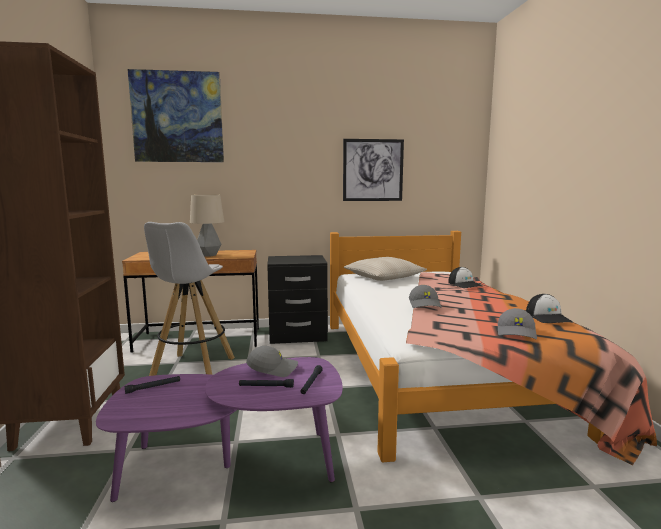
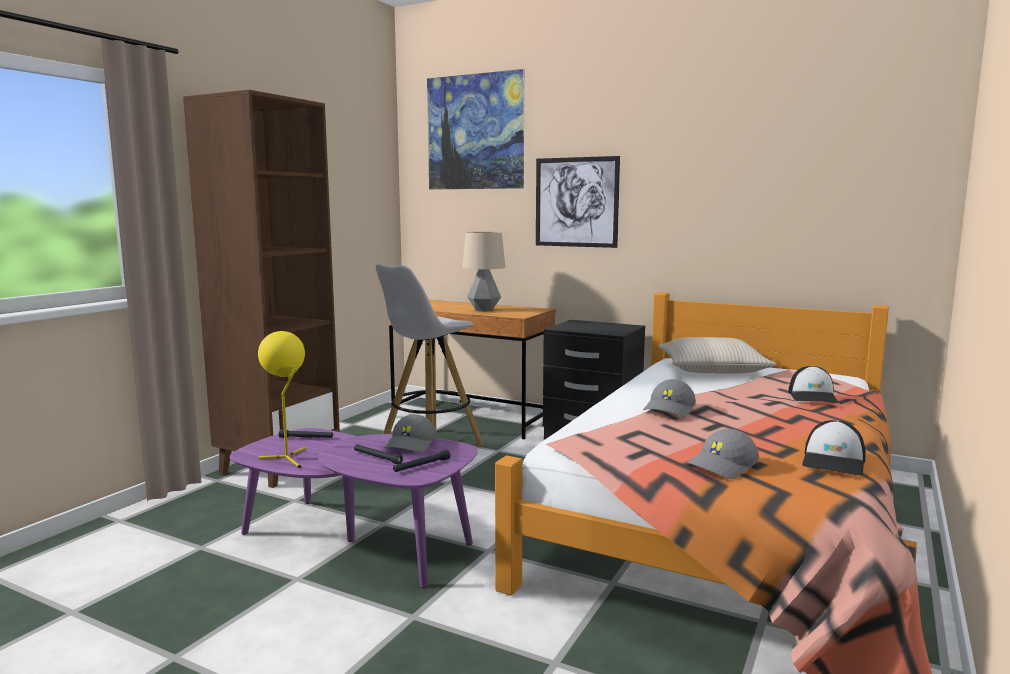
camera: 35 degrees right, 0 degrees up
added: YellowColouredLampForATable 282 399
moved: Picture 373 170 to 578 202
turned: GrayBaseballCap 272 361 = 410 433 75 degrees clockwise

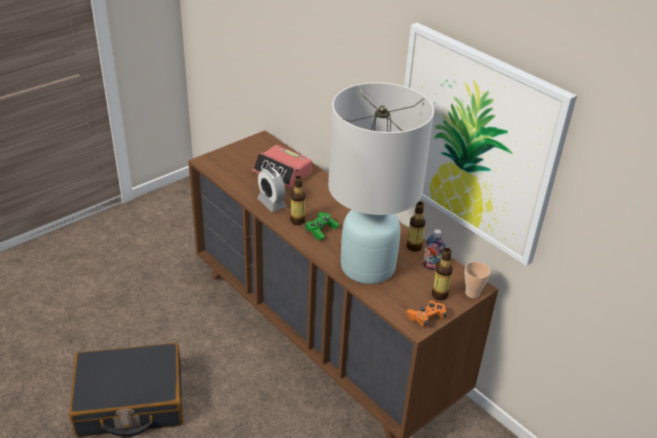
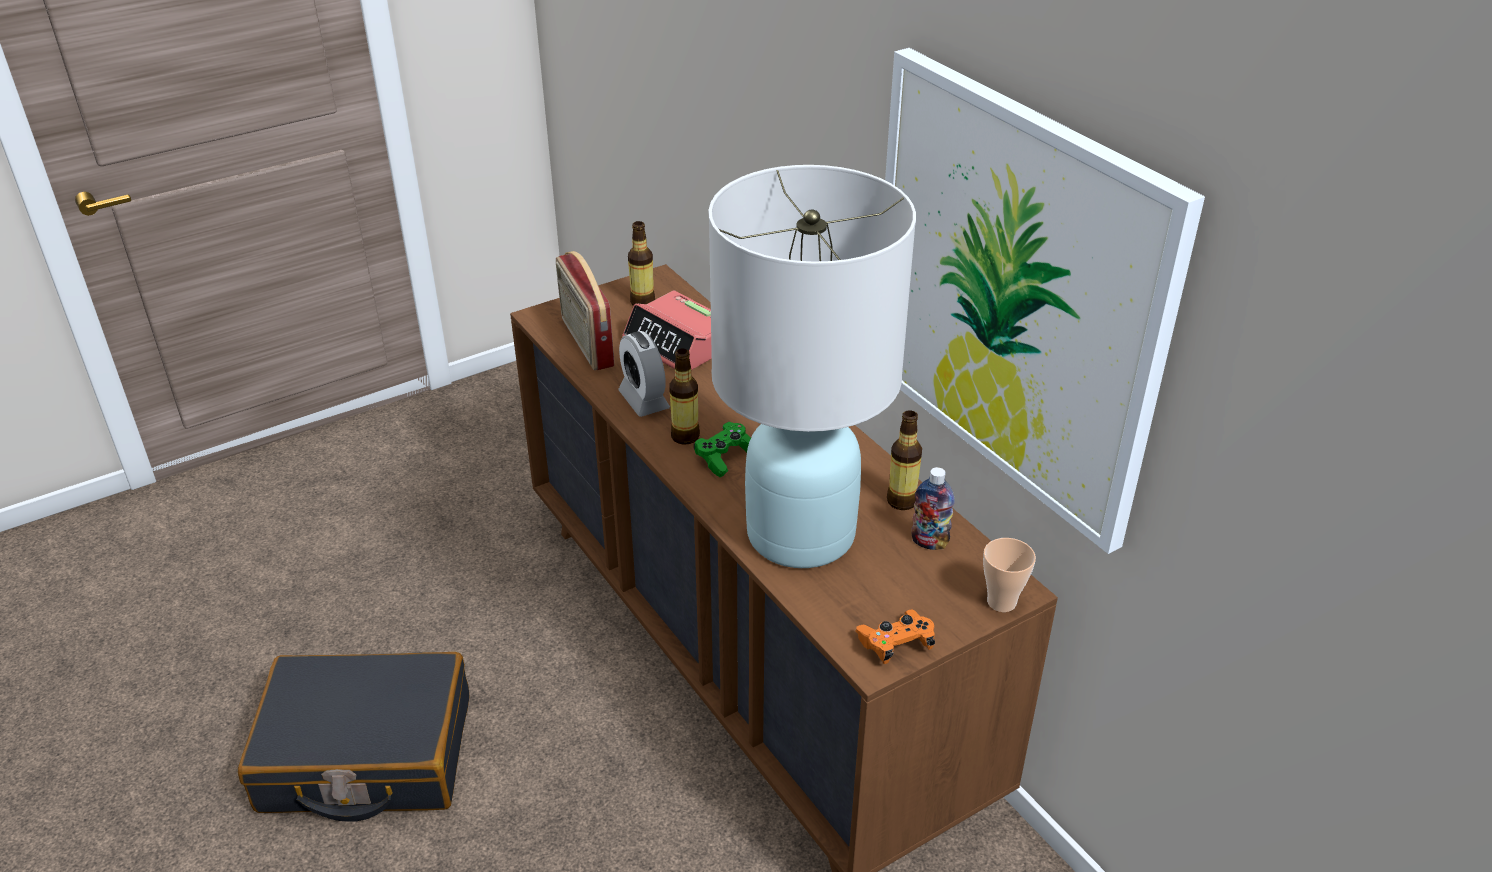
camera: 10 degrees right, 0 degrees up
added: RadioReceiver 585 310
moved: DrinkBottle 442 274 to 641 263

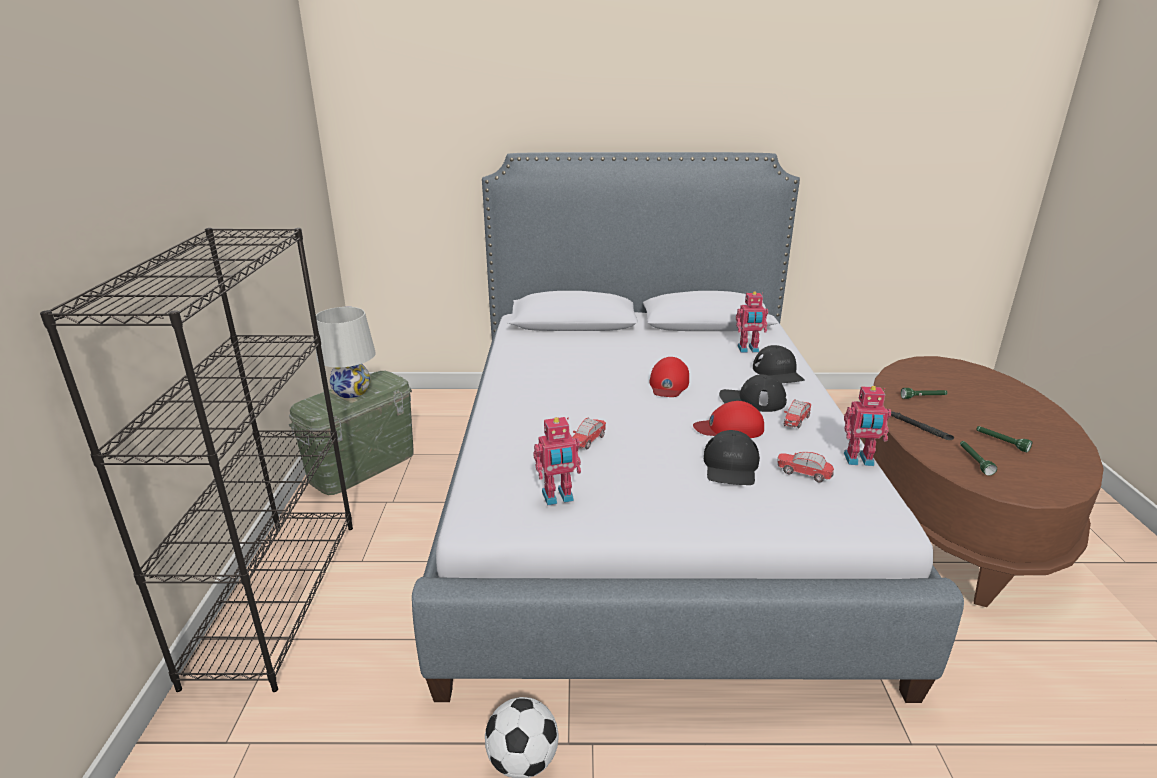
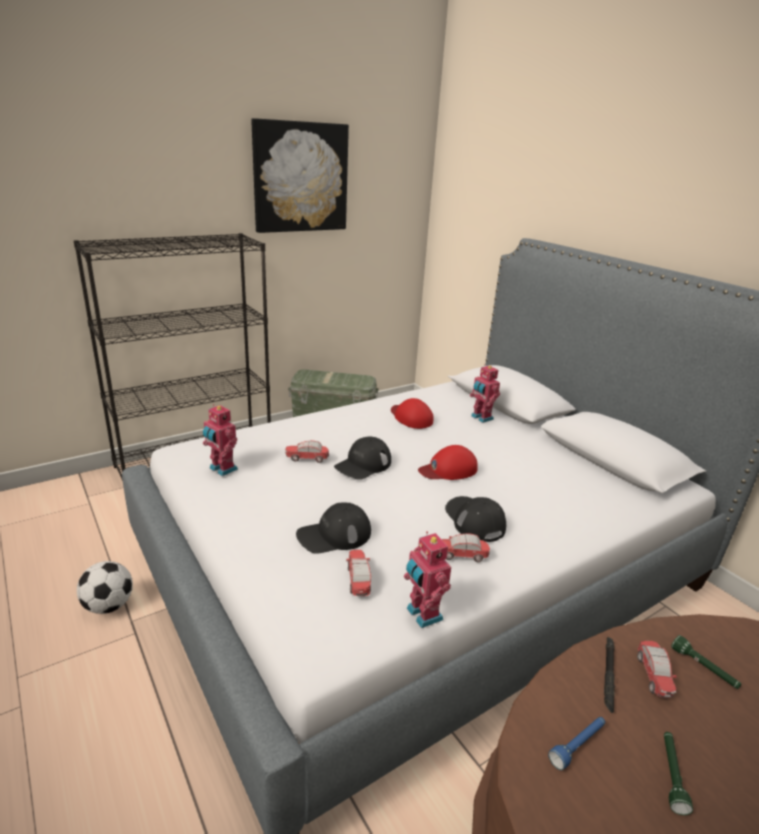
camera: 55 degrees right, 0 degrees up
removed: WhiteColouredLampForATable 346 352
added: Picture 300 175; ModelCar 657 669
moved: BlackishBaseballCap 779 364 to 362 458; RedBaseballCap 728 419 to 412 413; ModelRobot 752 322 to 485 393
recoloured: GreenTorch 978 458 to BlueTorch 576 743

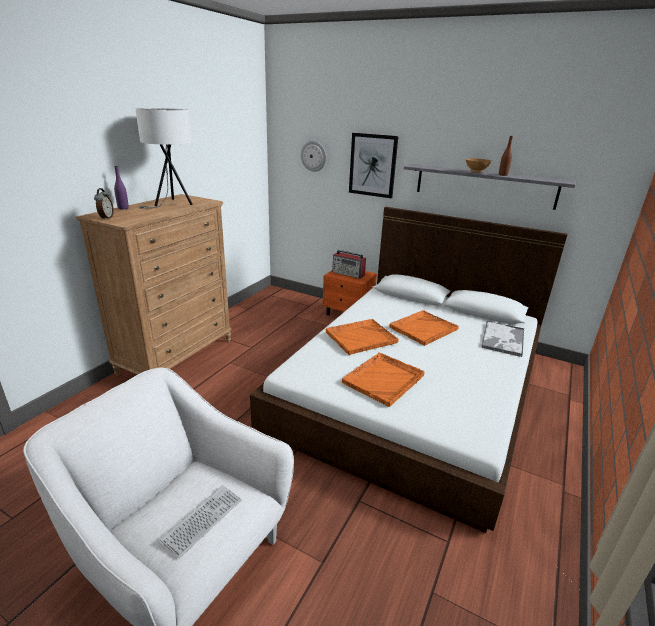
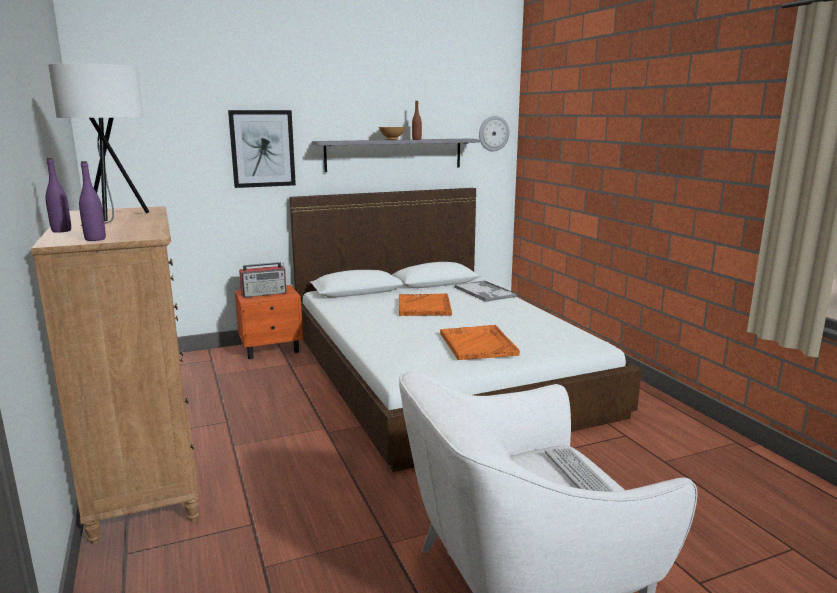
camera: 50 degrees left, 10 degrees down
removed: OrangeTray 362 337
moved: ClockOnTheWall 313 156 to 494 133
replaced: AlarmClock 104 204 to PurpleDrinkBottle 92 201

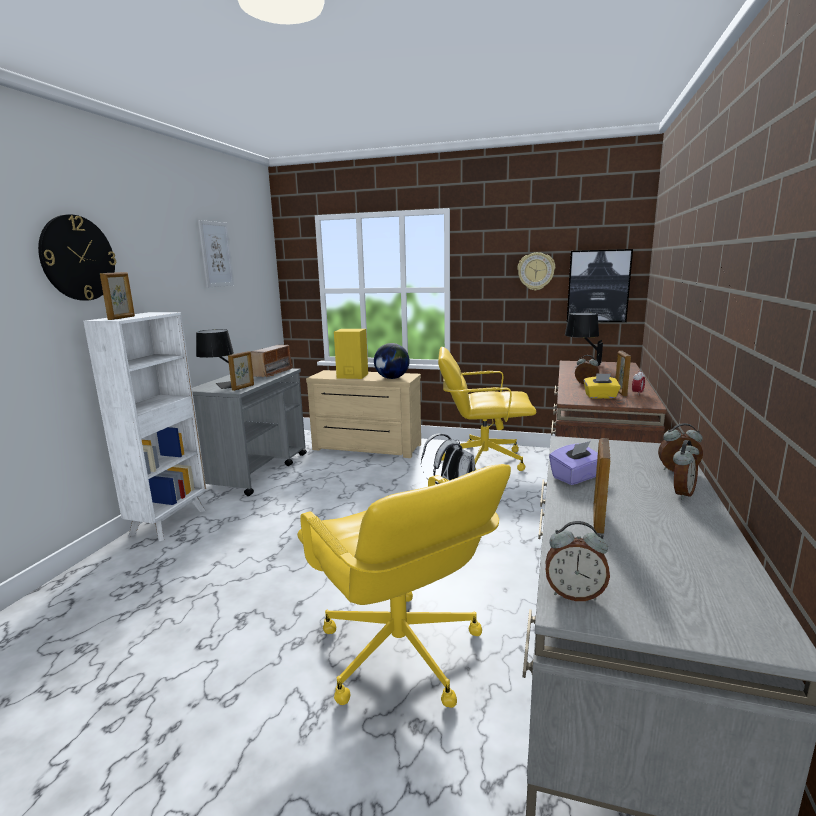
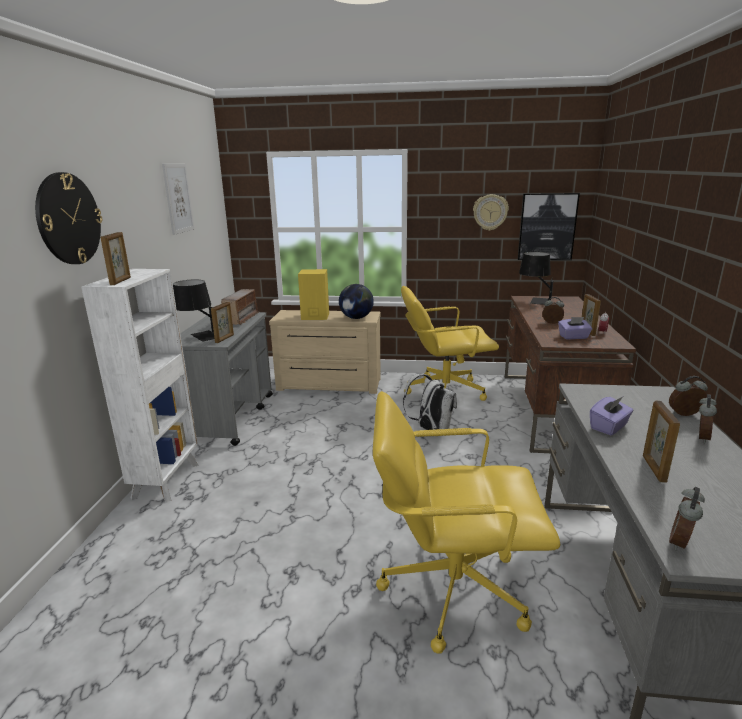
camera: 10 degrees left, 5 degrees up
recoloured: YellowColouredTissueHolder 602 386 to PurpleTissueHolder 575 328
turned: YellowColouredComputerChair 404 586 = 466 522 135 degrees clockwise; AlarmClock 577 561 = 687 518 120 degrees clockwise

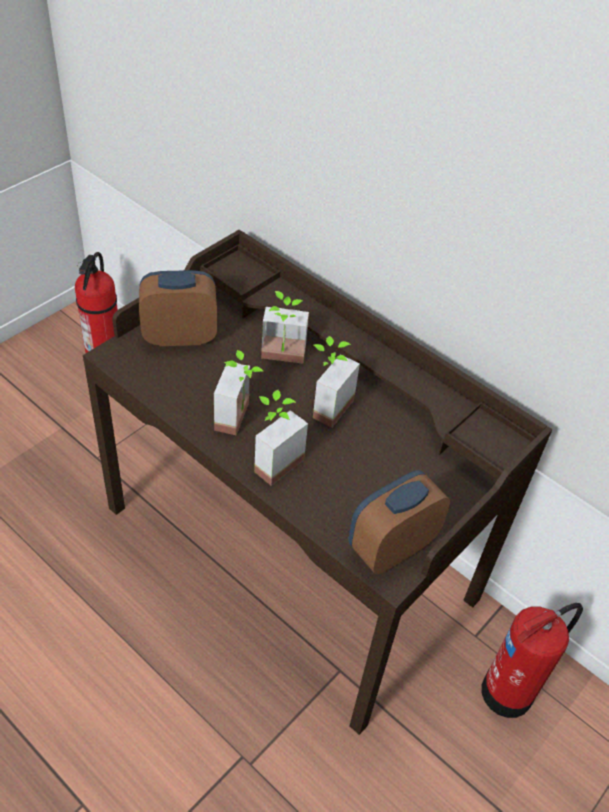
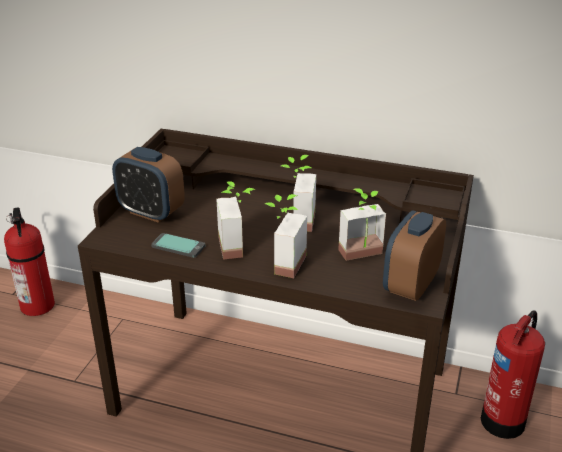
camera: 20 degrees left, 15 degrees down
added: Phone 178 245
moved: Houseplant 285 327 to 362 224
turned: AlarmClock 178 308 = 148 185 120 degrees counterclockwise

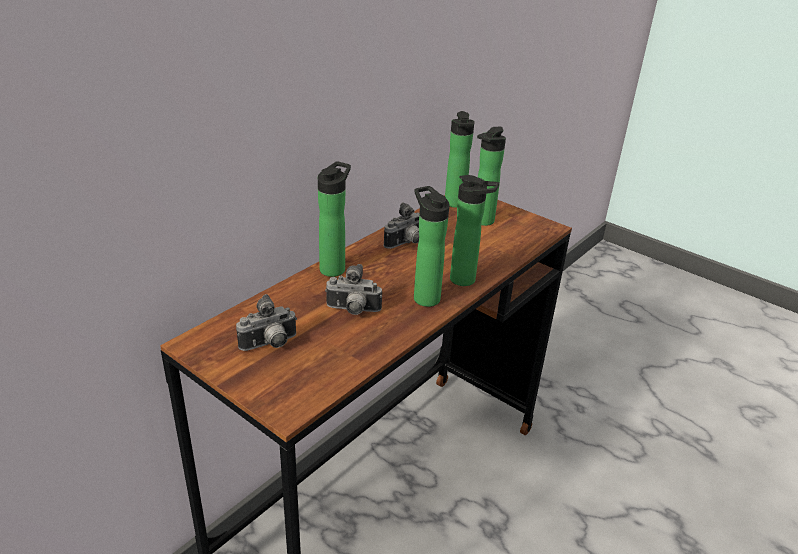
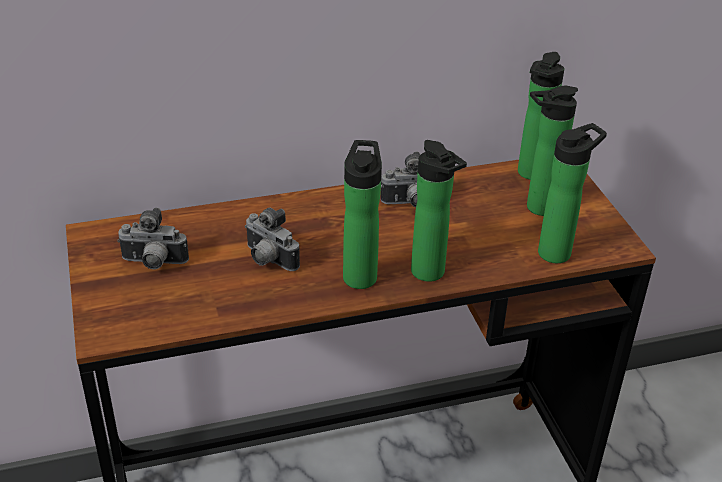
camera: 35 degrees right, 5 degrees up
moved: DrinkBottle 334 219 to 572 193

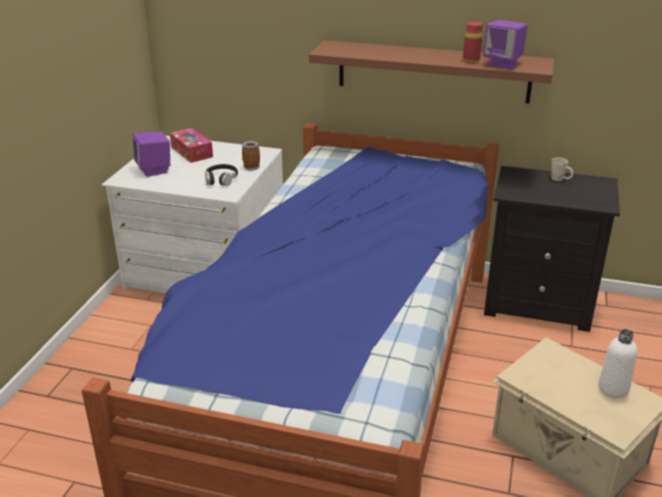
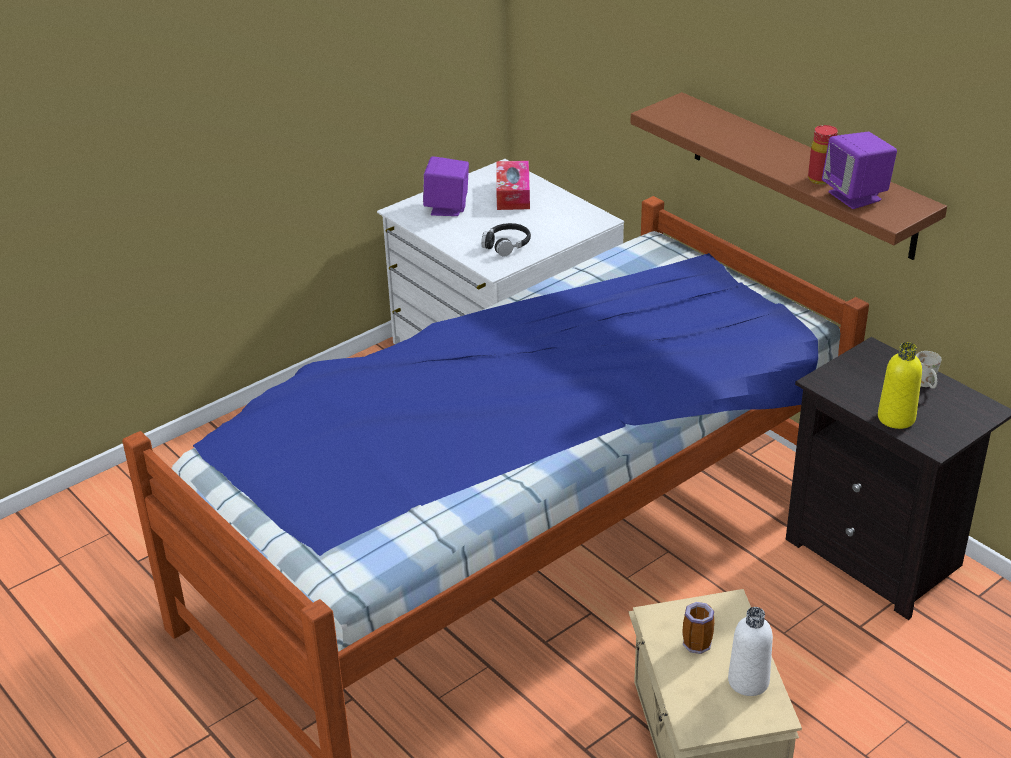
camera: 35 degrees right, 5 degrees up
added: YellowColouredDrinkBottle 900 385
moved: CoffeeMug 251 156 to 698 628

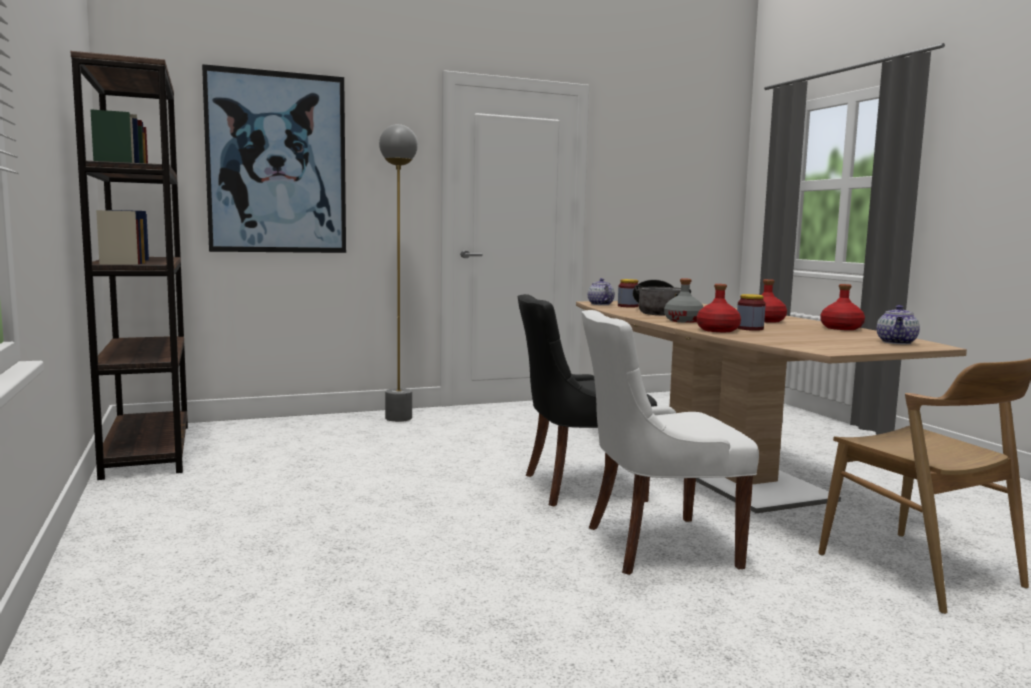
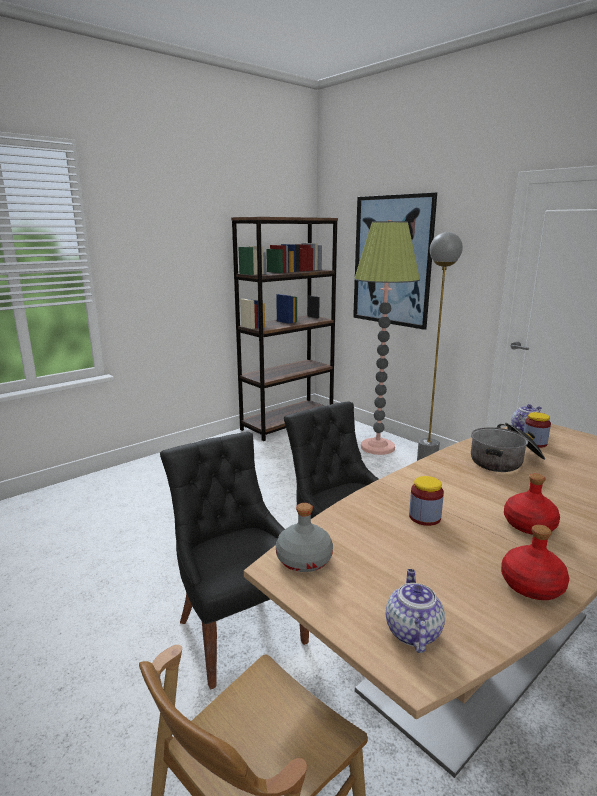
camera: 70 degrees right, 10 degrees up
removed: RedDrinkBottle 718 308
added: StandardLamp 387 337
moved: GrayDrinkBottle 683 300 to 304 537
recoloured: WhiteColouredUprightChair 670 442 to BlackishUprightChair 234 561
turned: Teapot 898 324 = 415 611 90 degrees clockwise

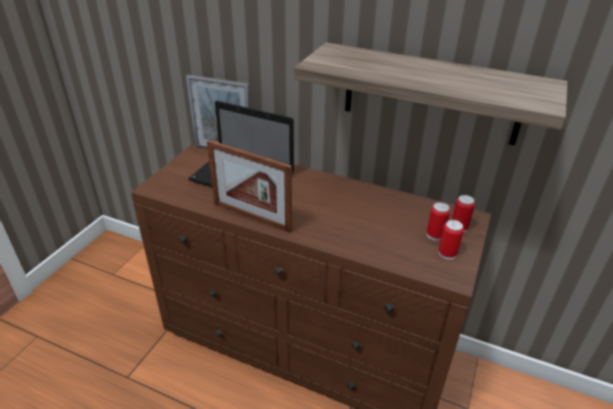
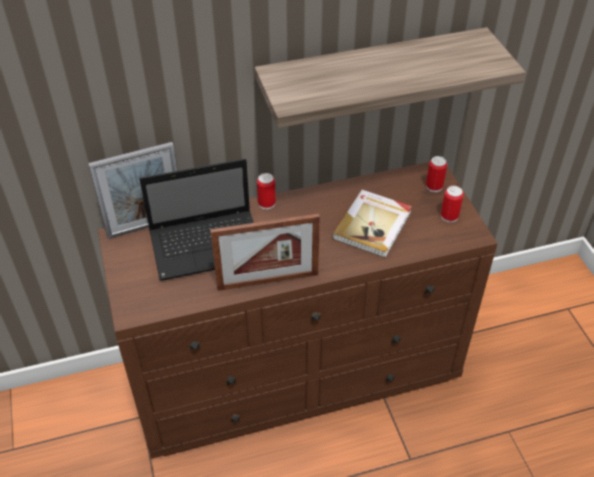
camera: 40 degrees left, 10 degrees up
added: BoundBook 372 224
moved: MetalCan 438 221 to 266 191

